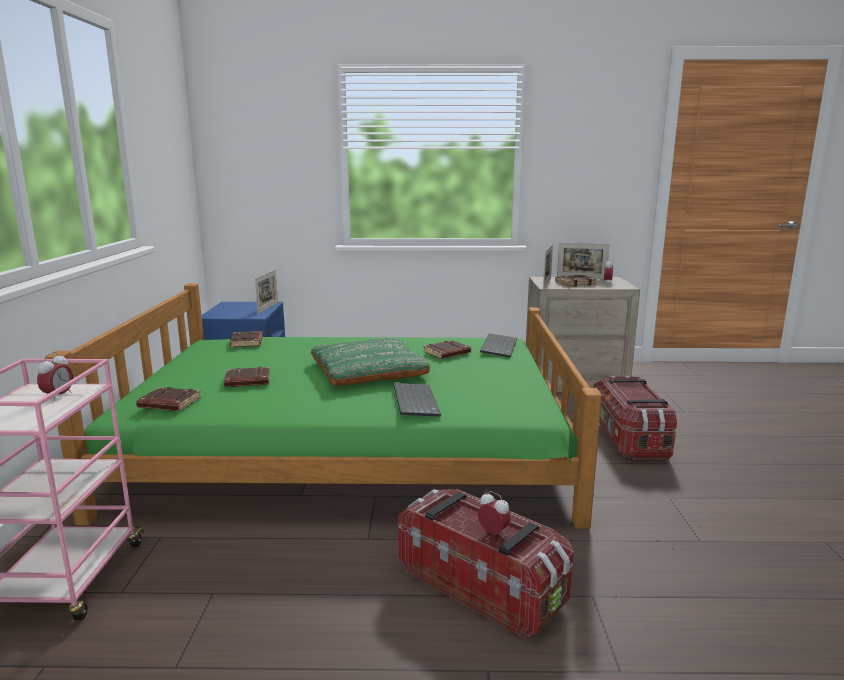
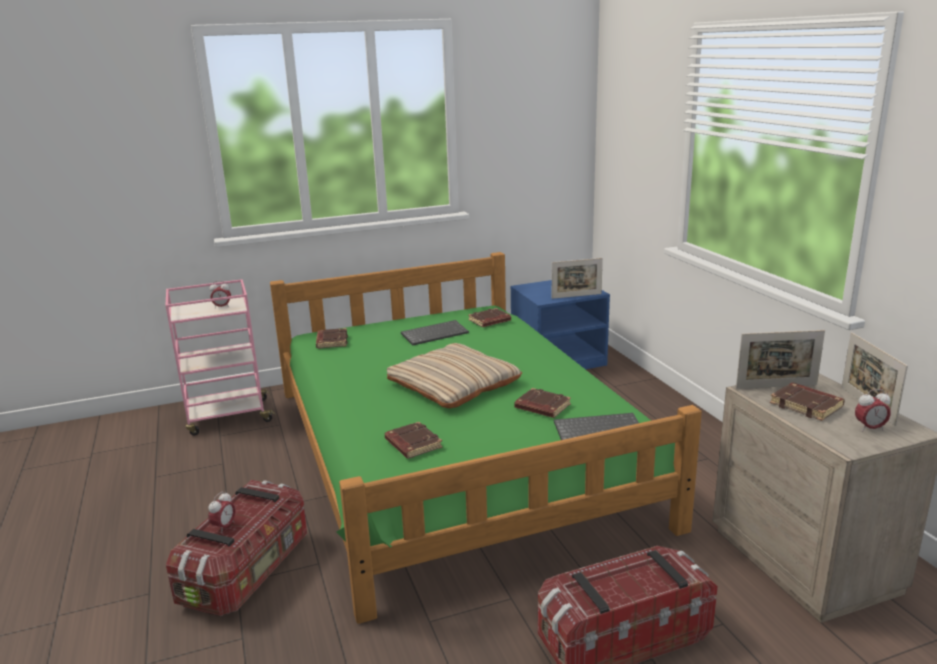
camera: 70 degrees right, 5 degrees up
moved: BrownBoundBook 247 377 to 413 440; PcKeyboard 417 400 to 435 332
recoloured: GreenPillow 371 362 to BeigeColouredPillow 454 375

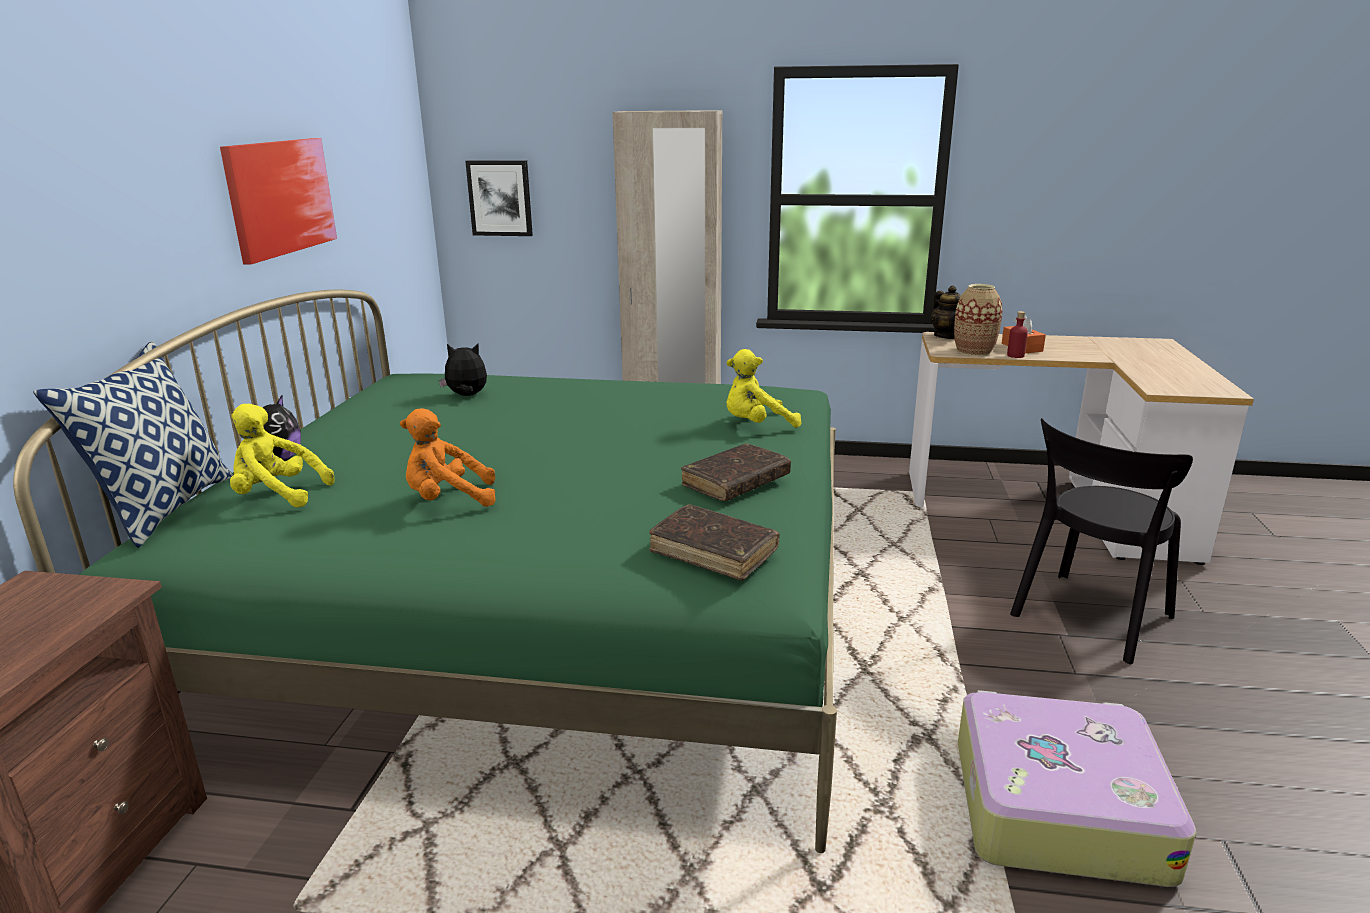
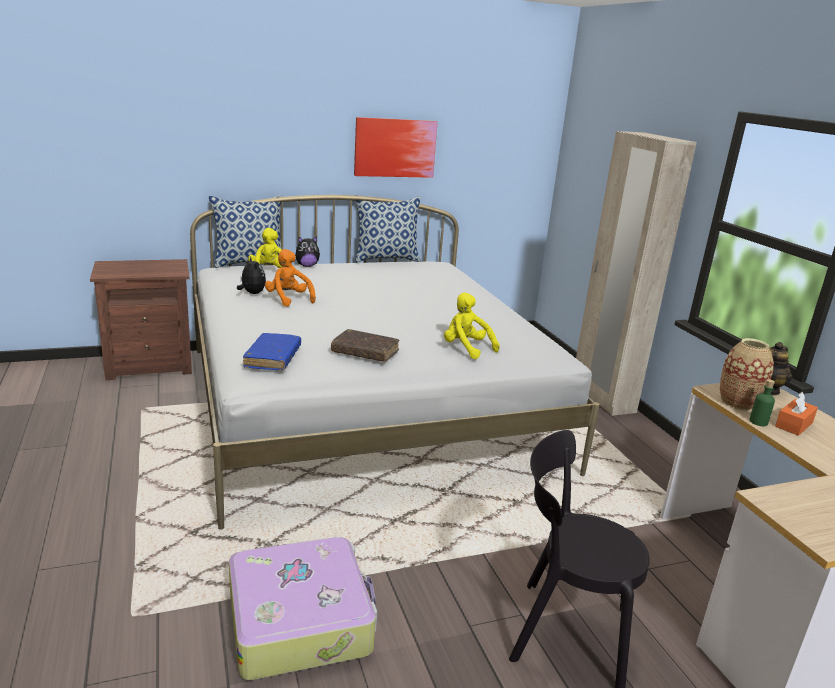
camera: 60 degrees right, 0 degrees up
removed: Picture 499 198
added: Pillow 388 228
moved: CuddlyToy 463 369 to 251 275
recoloured: GreenBed 425 571 to WhiteColouredBed 395 362; BrownBoundBook 714 542 to BlueBoundBook 272 351; RedDrinkBottle 1017 334 to GreenDrinkBottle 762 402

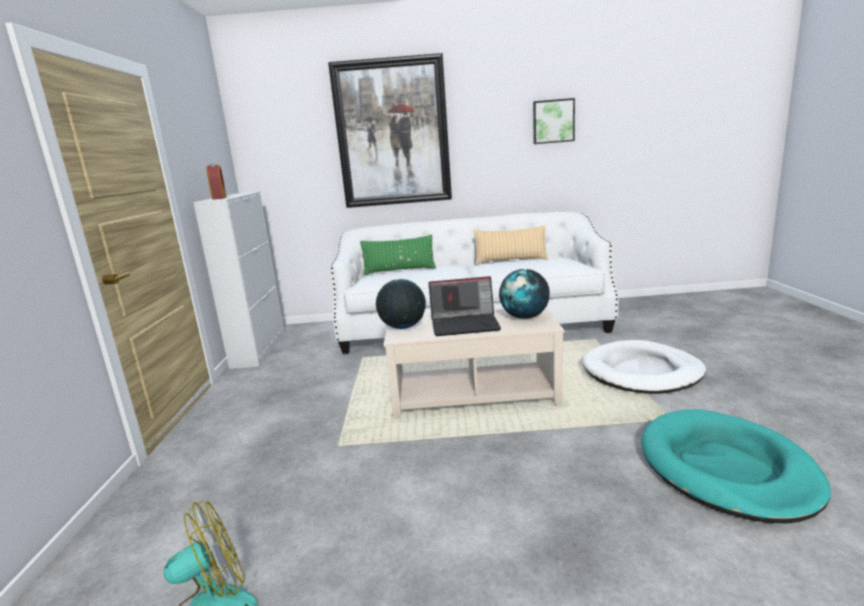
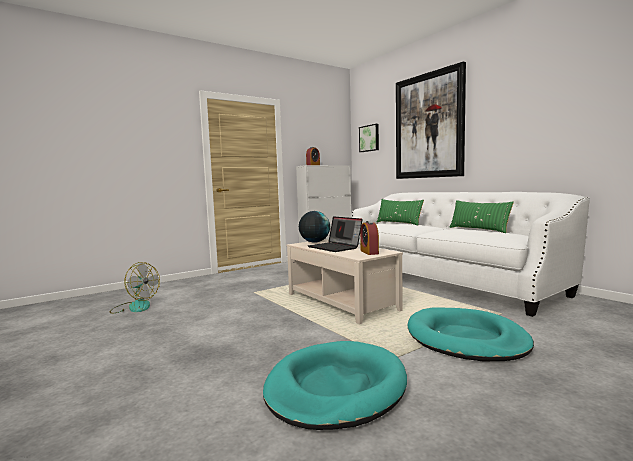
camera: 55 degrees right, 10 degrees down
moved: Picture 554 121 to 369 138
replaced: WorldGlobe 524 294 to AlarmClock 369 238
recoloured: WhiteColouredDogCushion 644 367 to TurquoiseDogCushion 471 334; BeigeColouredPillow 511 244 to GreenPillow 481 216

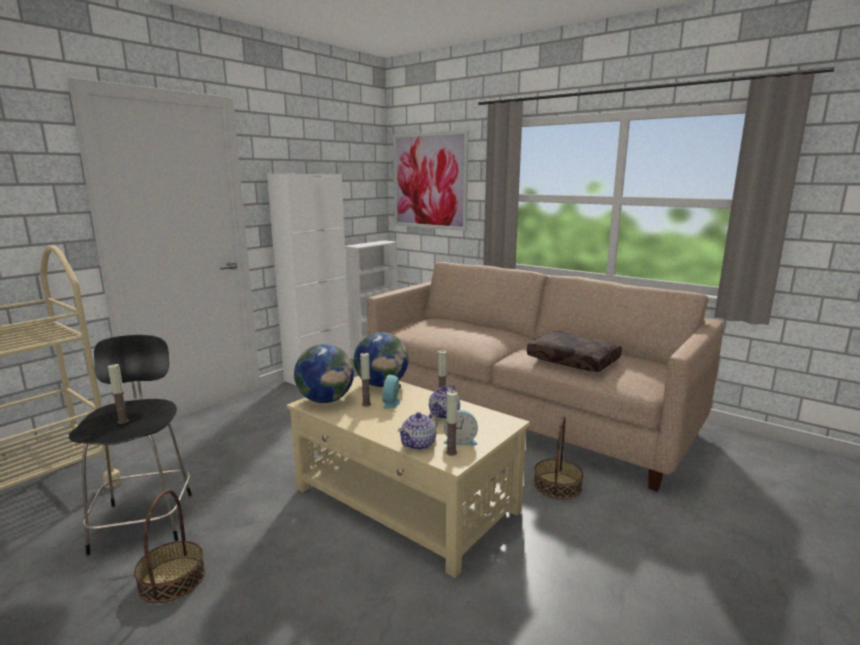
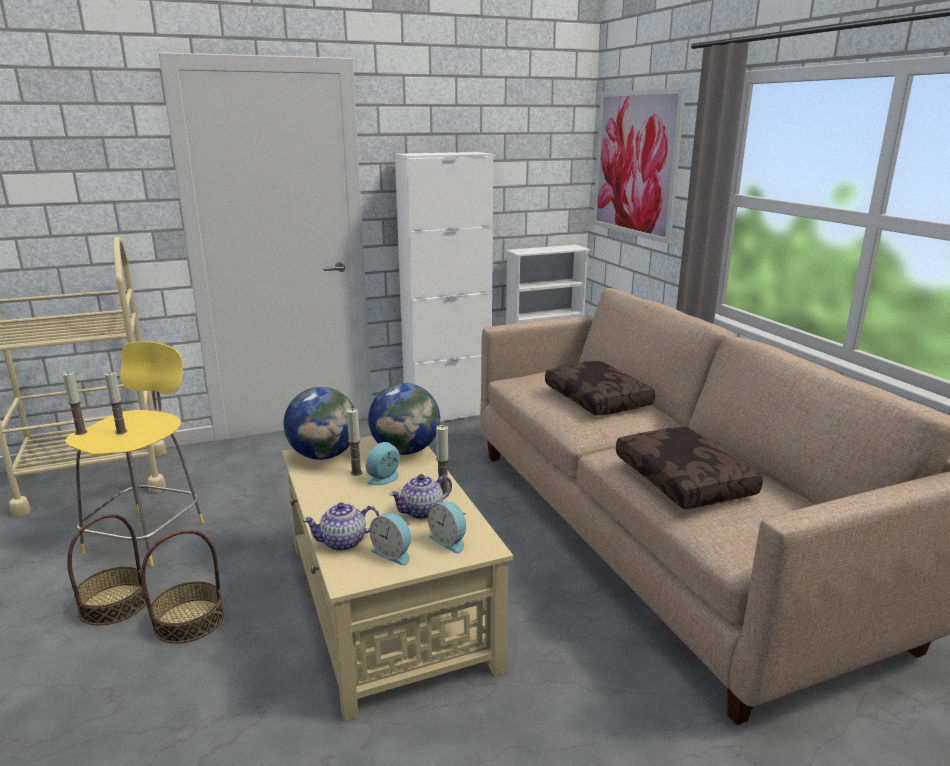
camera: 30 degrees right, 5 degrees up
added: AlarmClock 447 527; BrownPillow 600 388
moved: WaxCandle 452 423 to 74 403; HouseholdBasket 558 457 to 182 587
recoloured: BlackishStoolSeat 130 445 to YellowColouredStoolSeat 134 454

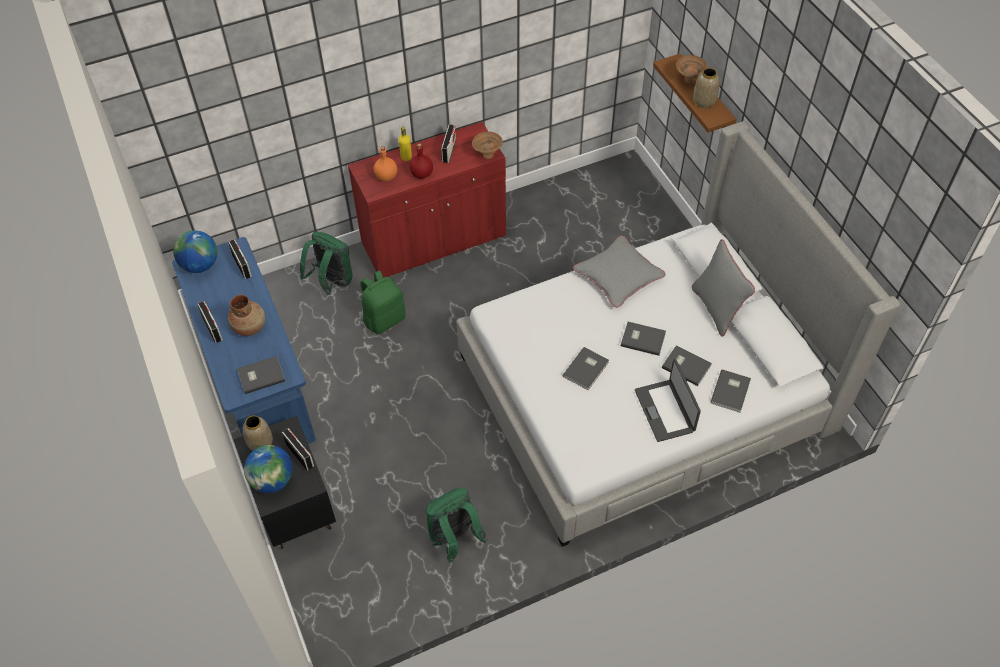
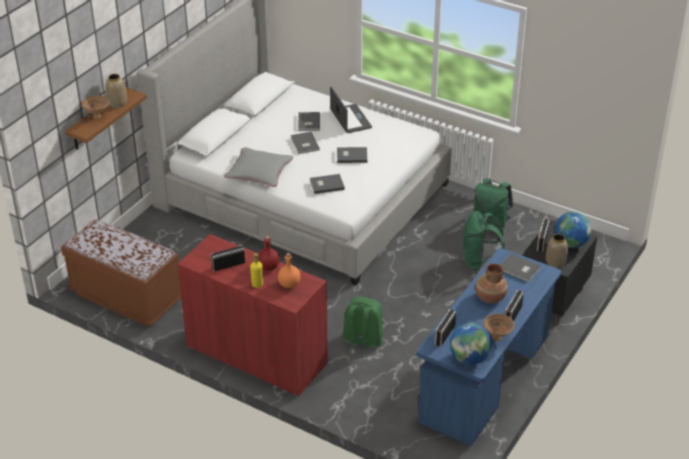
camera: 125 degrees left, 15 degrees down
removed: GrayPillow 723 288
added: BrownBench 121 273
moved: GrayBoundBook 731 391 to 327 184; GreenKnapsack 326 263 to 484 241; BrownDeepDish 487 145 to 499 327
turned: PortableComputer 668 400 = 351 110 60 degrees counterclockwise

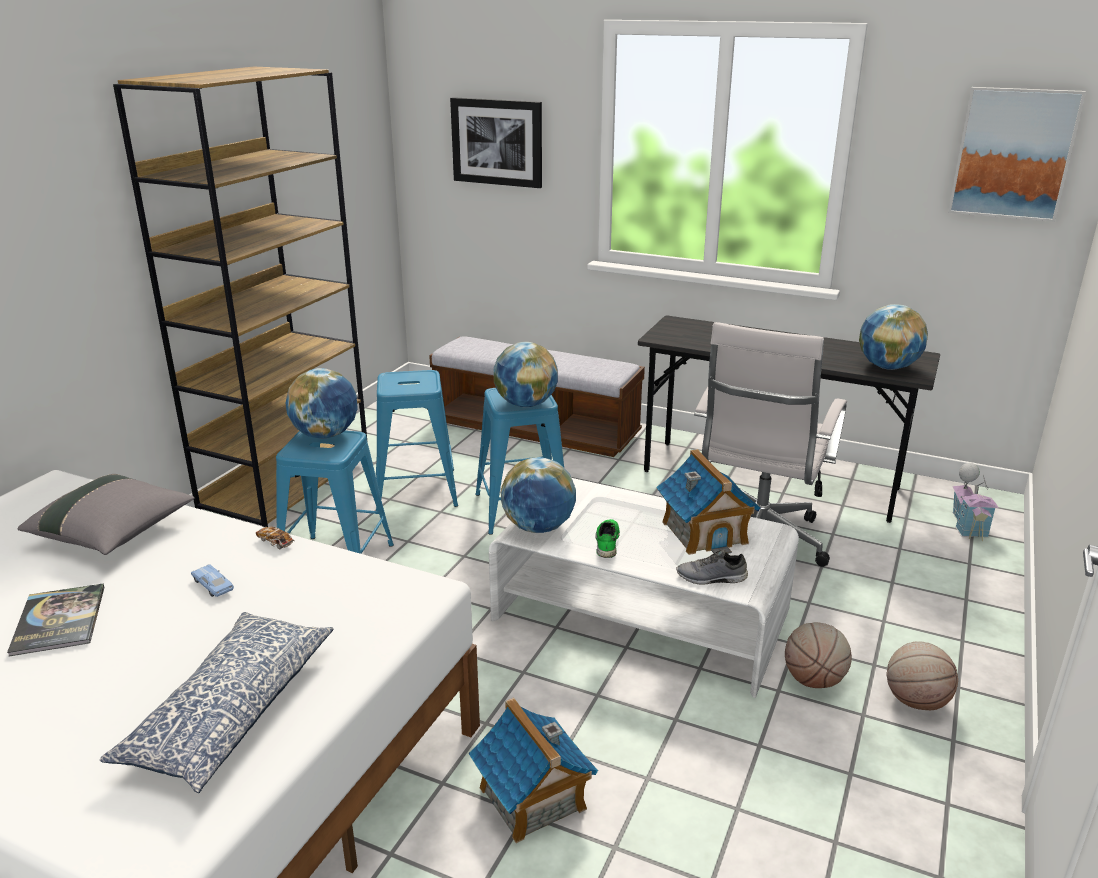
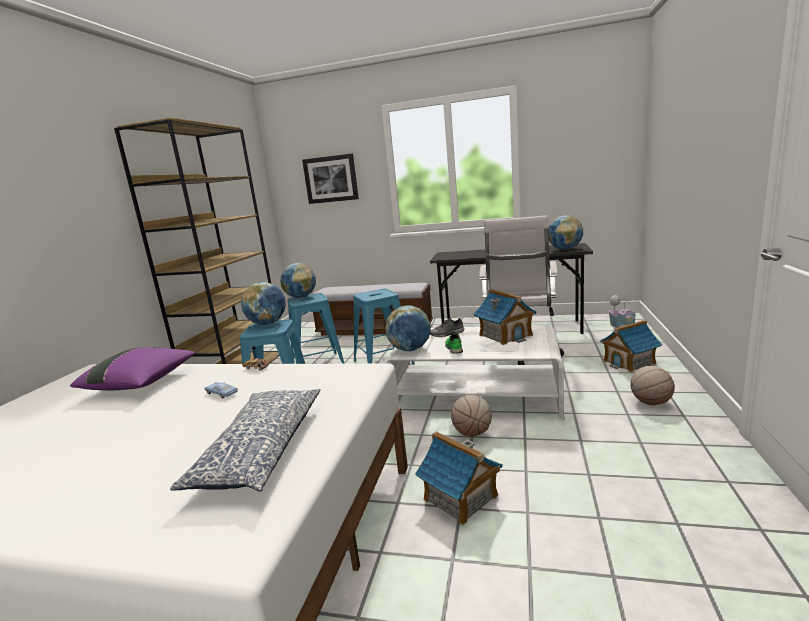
camera: 10 degrees left, 10 degrees down
removed: BoundBook 56 620; Picture 1017 154
added: ToyHouse 631 346
moved: WorldGlobe 526 374 to 298 280; GrayItemOfFootwear 712 567 to 447 327; BallForBasketball 818 655 to 471 415
recoloured: GrayPillow 106 514 to PurplePillow 133 368

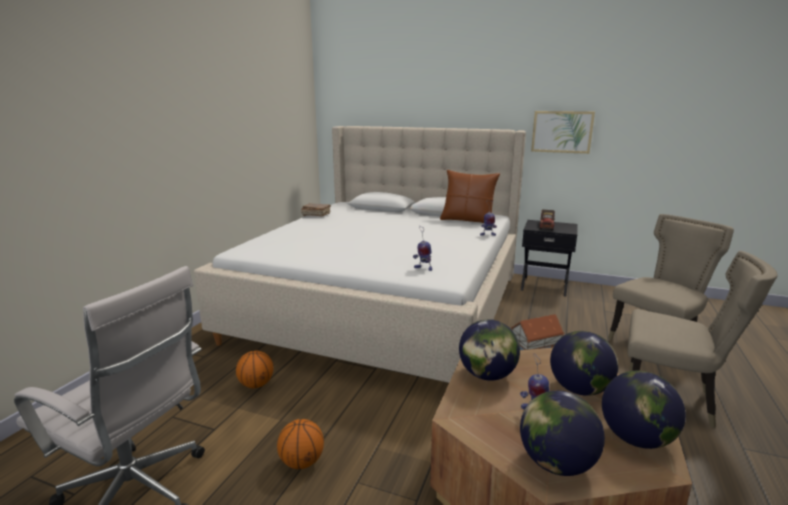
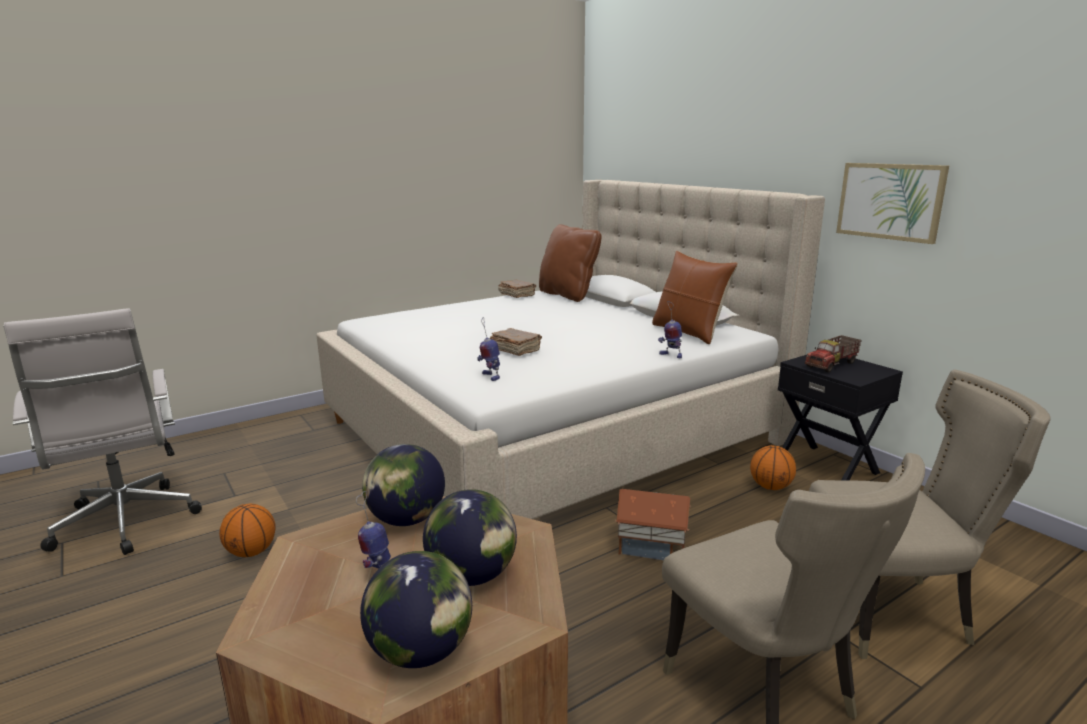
camera: 35 degrees right, 0 degrees up
removed: WorldGlobe 562 433
added: BrownBoundBook 516 342; BrownPillow 570 263
moved: BallForBasketball 254 369 to 773 467

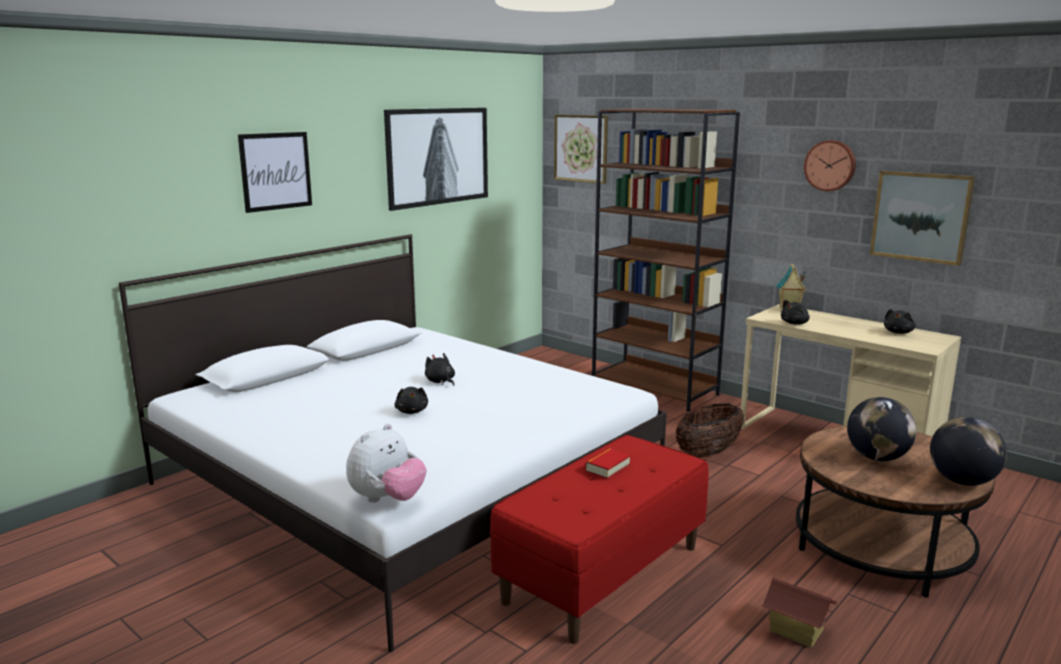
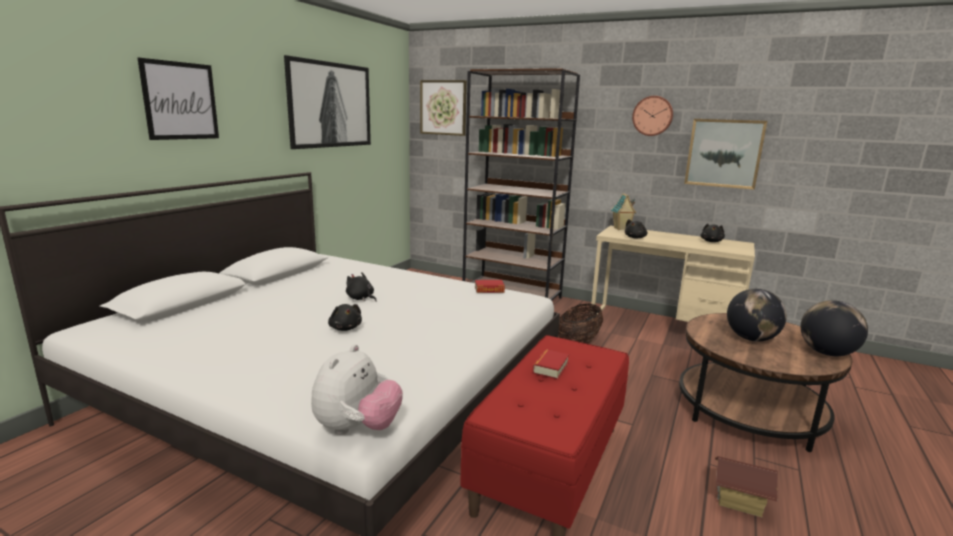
camera: 15 degrees left, 0 degrees up
added: BoundBook 490 286

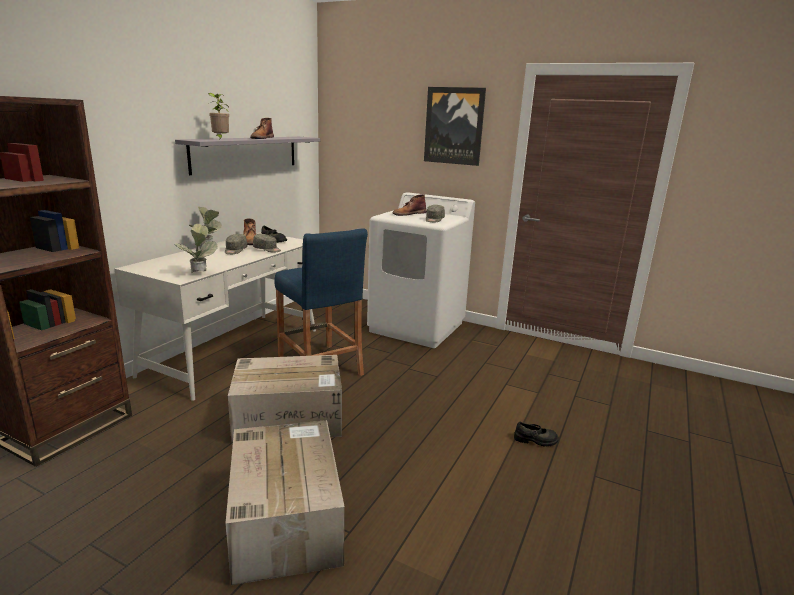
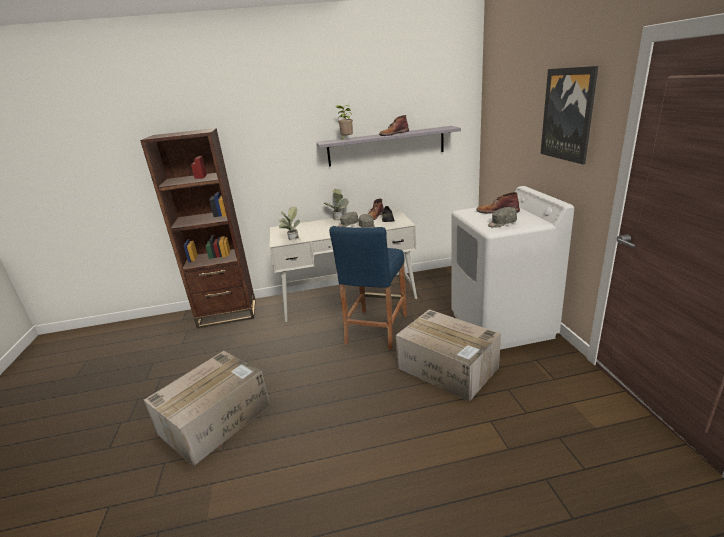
camera: 55 degrees right, 5 degrees up
removed: BlackishItemOfFootwear 536 434
moved: PackingBox 285 399 to 448 355

